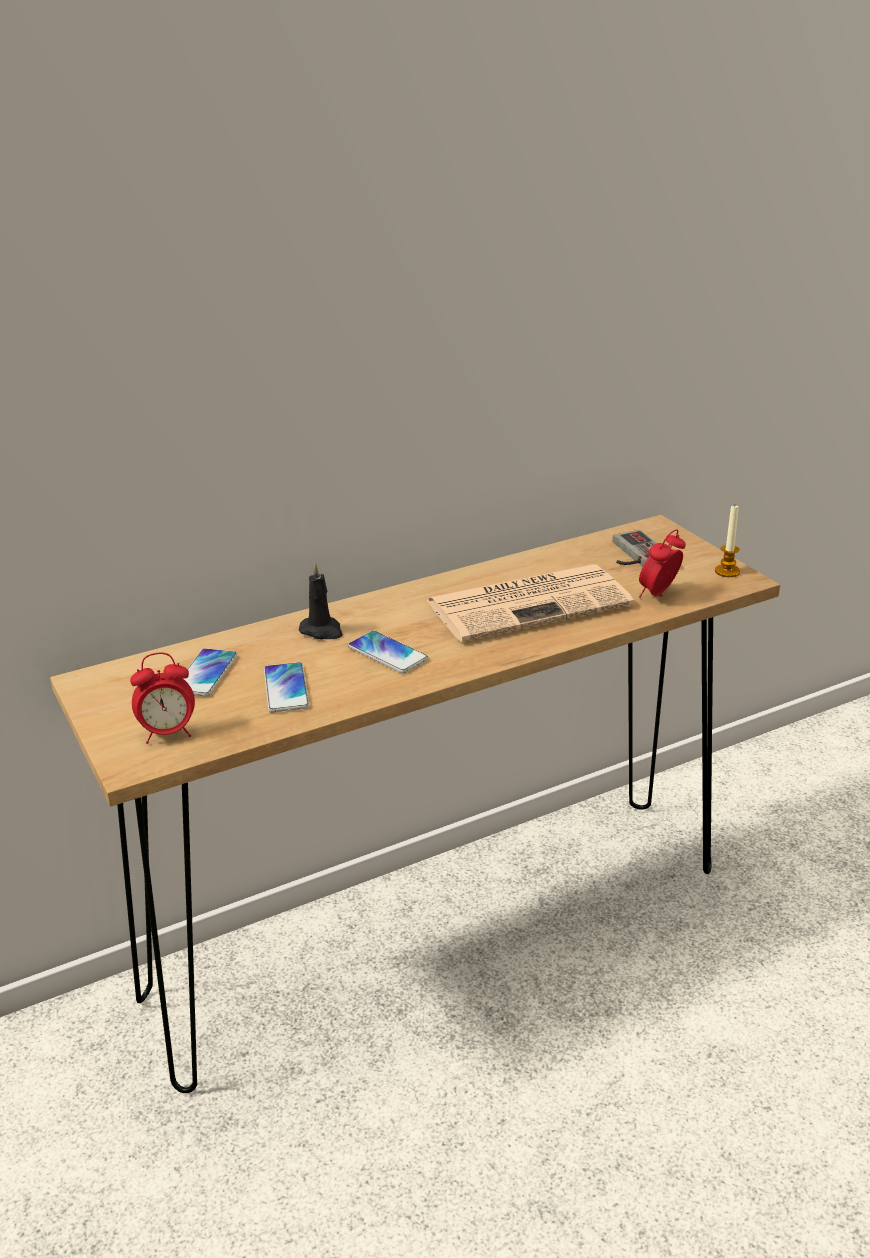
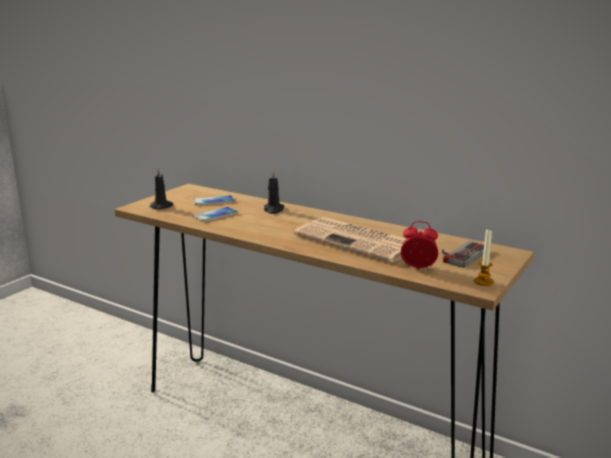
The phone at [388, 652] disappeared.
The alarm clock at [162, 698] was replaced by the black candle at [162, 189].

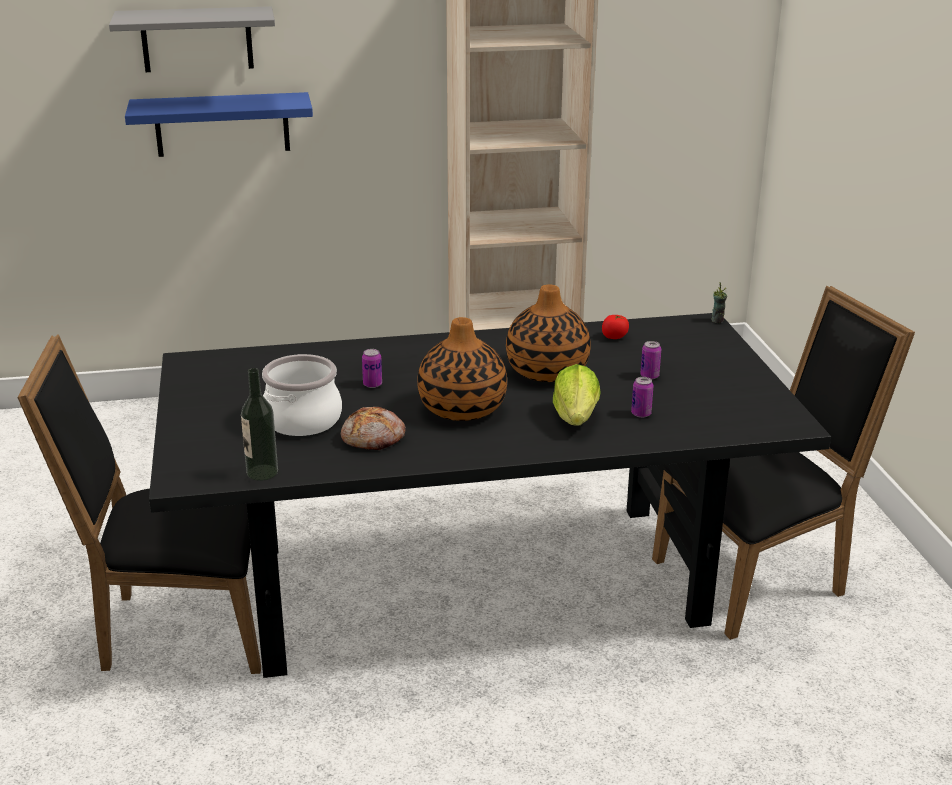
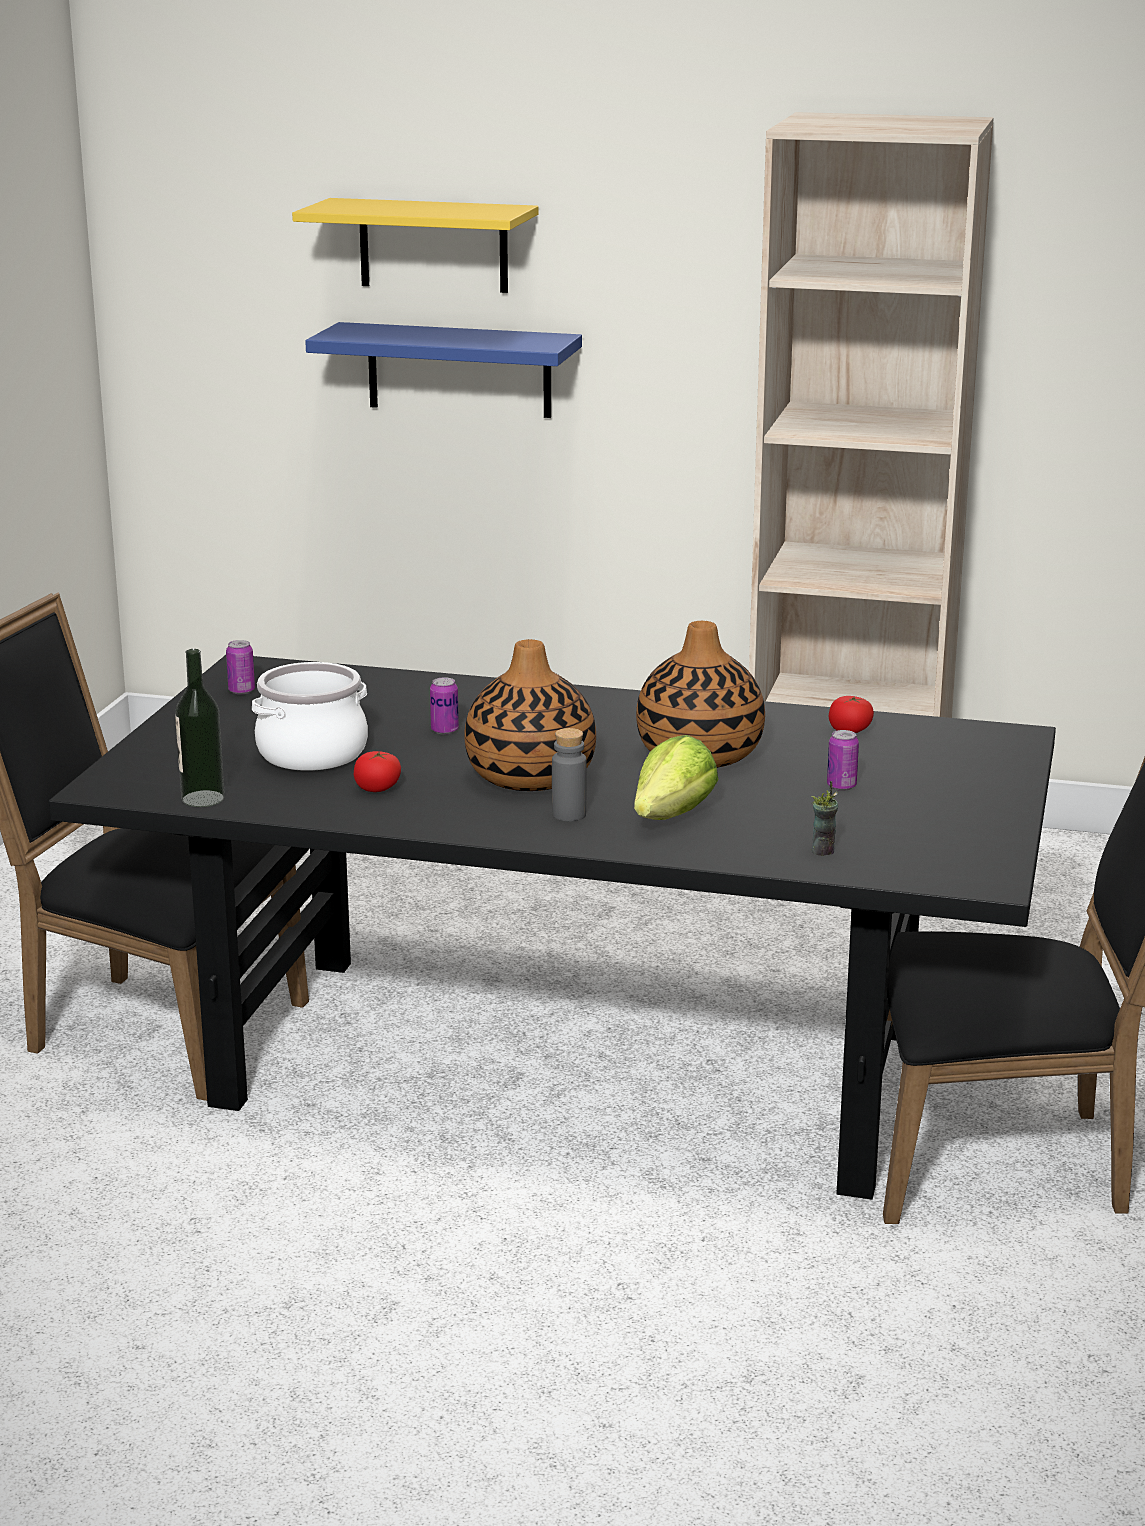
The grey shelf at [192, 39] became the yellow shelf at [415, 245].
The cup moved from [719, 302] to [824, 818].
The can moved from [642, 397] to [240, 667].
The bread at [373, 428] was replaced by the tomato at [377, 771].
The grey bottle at [569, 774] appeared.

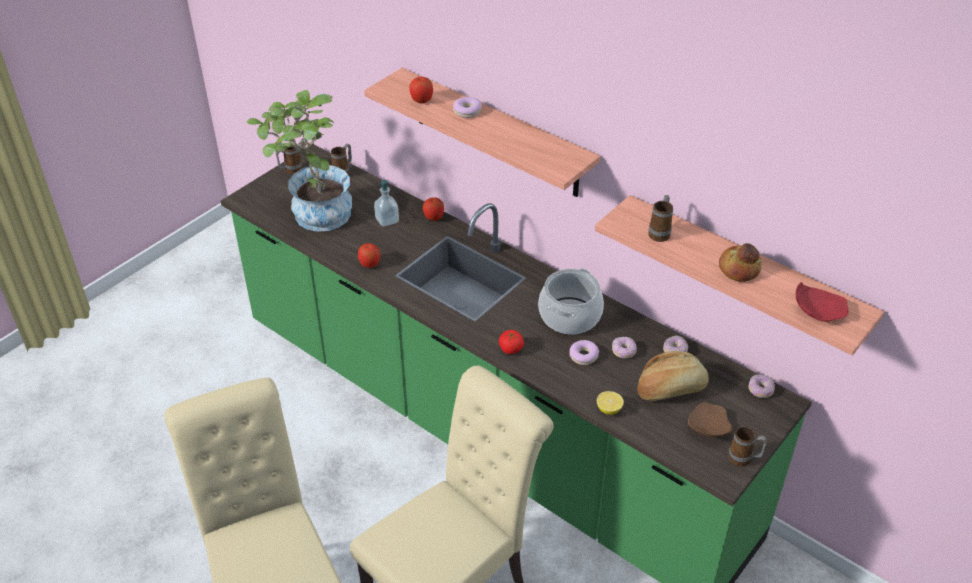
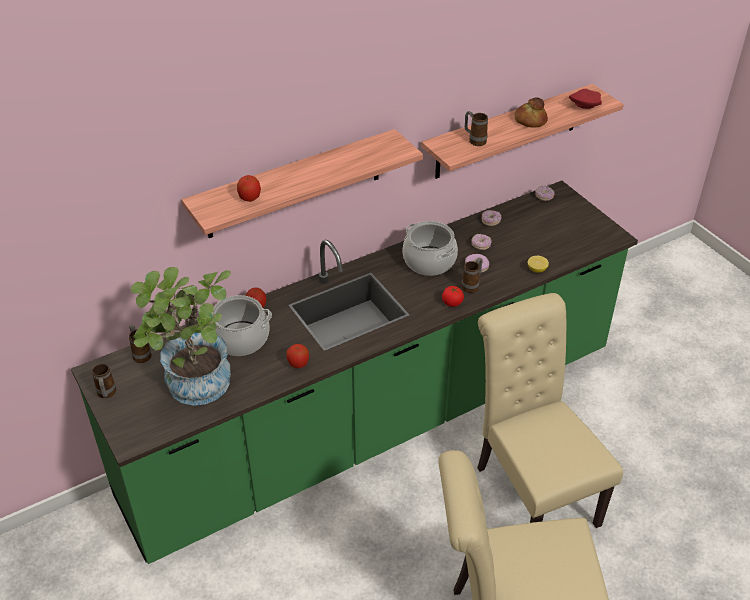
The donut at [467, 107] disappeared.
The soap dispenser at [386, 203] was replaced by the cooking pot at [242, 325].
The bread at [673, 376] disappeared.
The brown plate at [710, 419] disappeared.
The mug moved from [747, 446] to [472, 275].

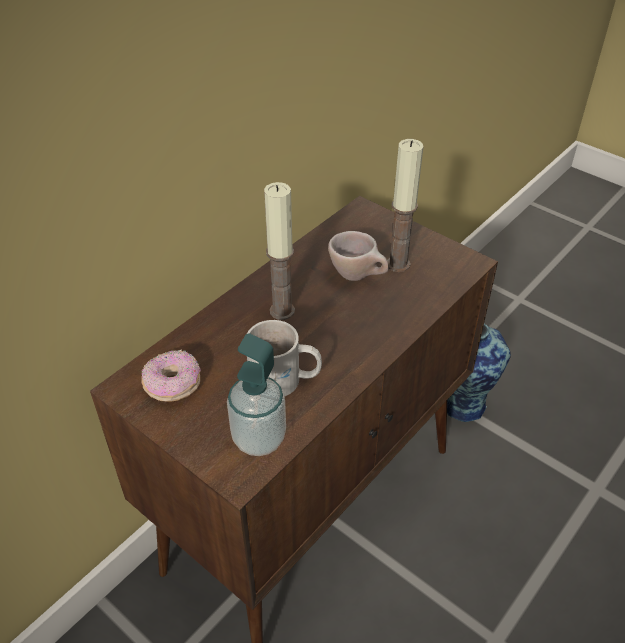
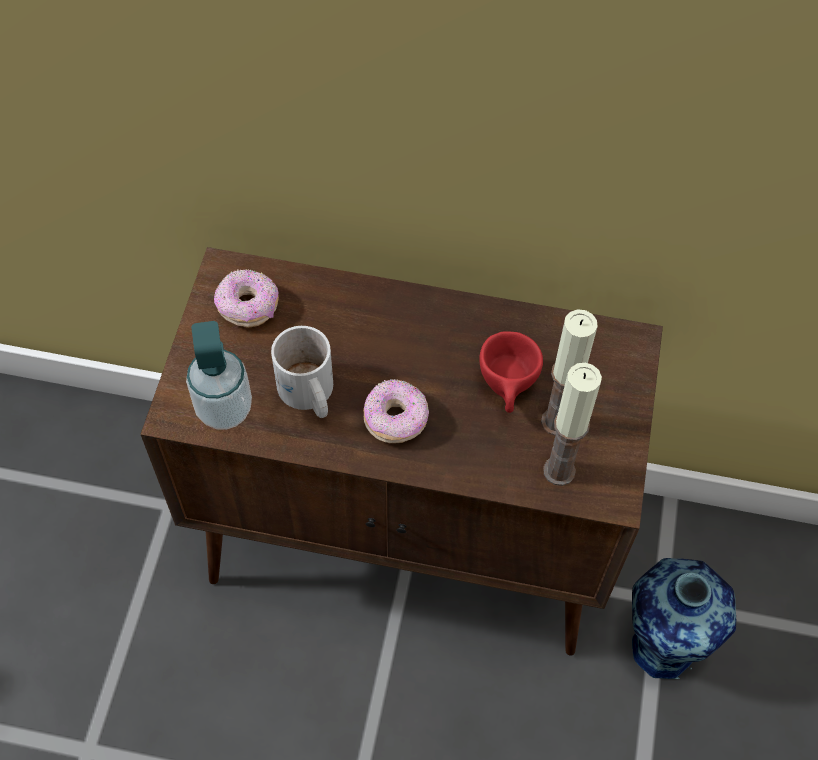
The candle moved from [279, 251] to [572, 424].
The beige cup at [358, 256] became the red cup at [511, 372].
The donut at [396, 411] appeared.

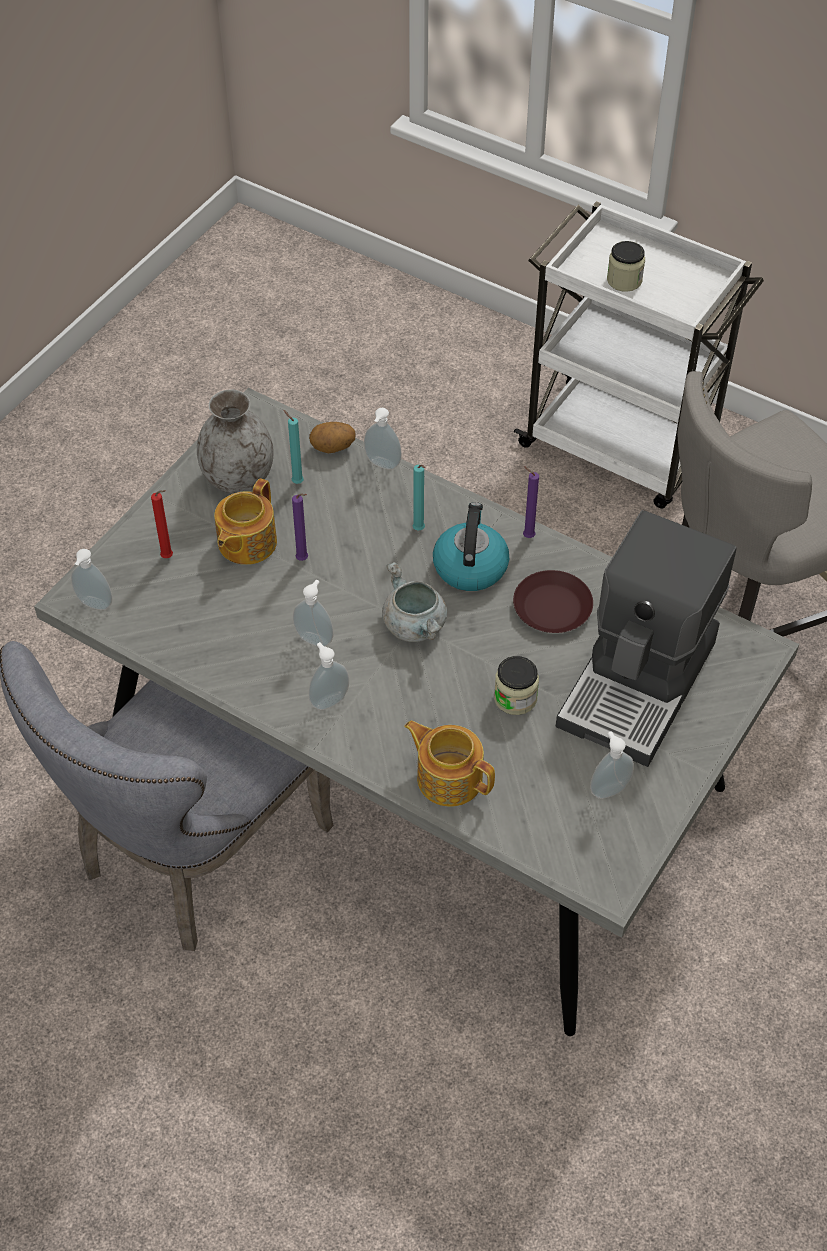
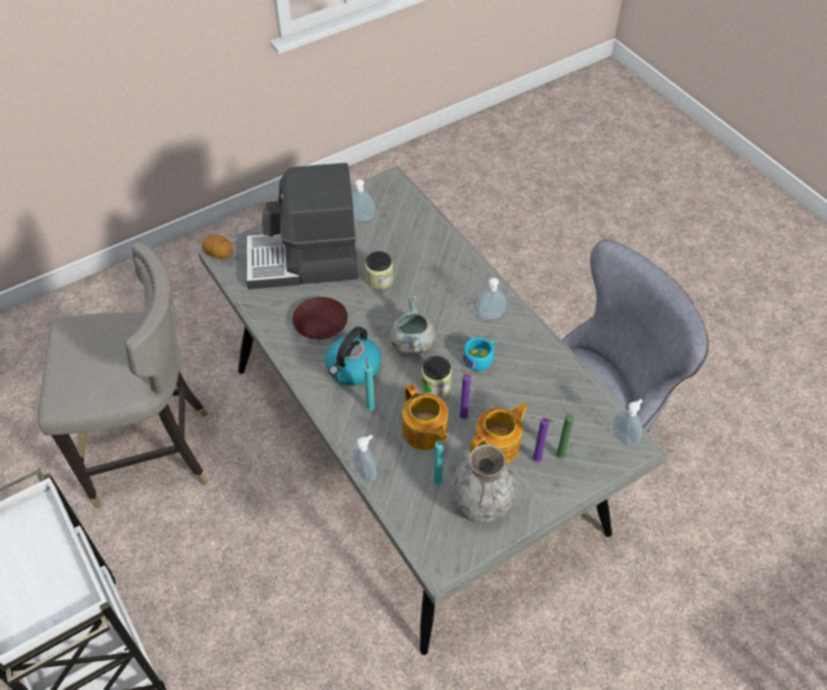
The jar moved from [626, 266] to [436, 376].
The potato moved from [332, 437] to [217, 247].
The purple candle moved from [531, 502] to [542, 440].
The red candle at [162, 524] became the green candle at [565, 434].
The coffee machine at [646, 638] turned 150 degrees counterclockwise.
The soap dispenser at [313, 613] was replaced by the turquoise cup at [479, 354].
The teapot moved from [449, 764] to [425, 417].

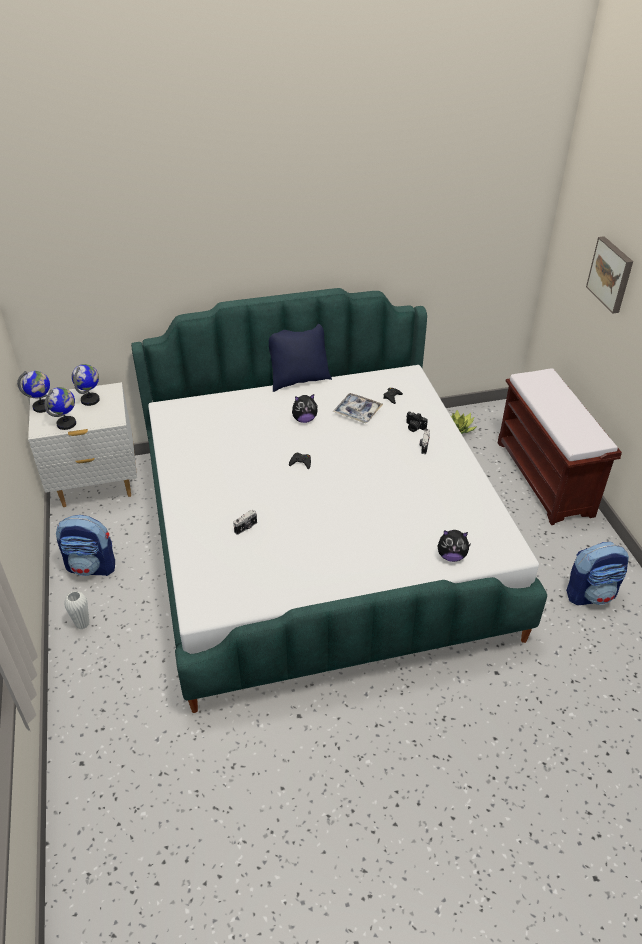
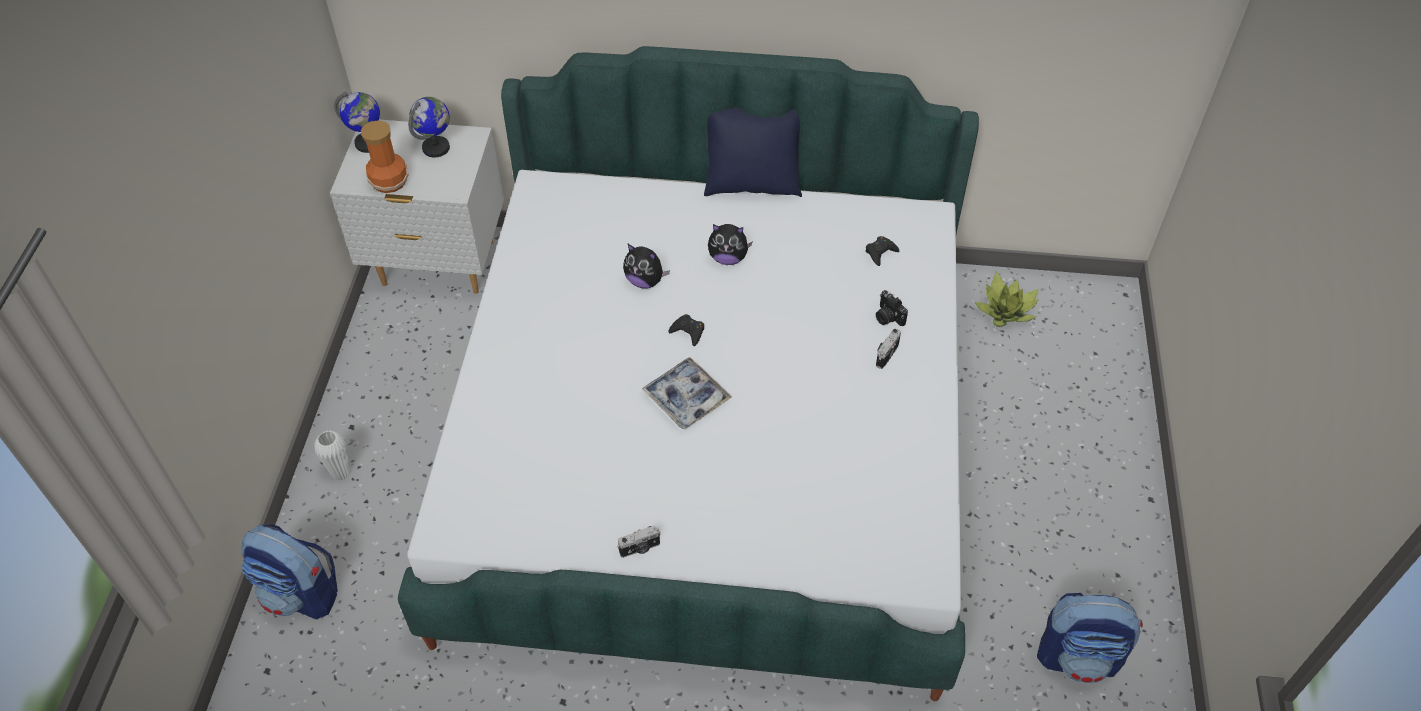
The picture at [609, 274] disappeared.
The brown bench at [560, 446] disappeared.
The globe at [60, 408] was replaced by the vase at [385, 156].
The tray moved from [358, 408] to [686, 393].
The photo camera moved from [245, 522] to [639, 541].
The backpack moved from [85, 545] to [290, 571].
The plush toy moved from [454, 546] to [646, 266].

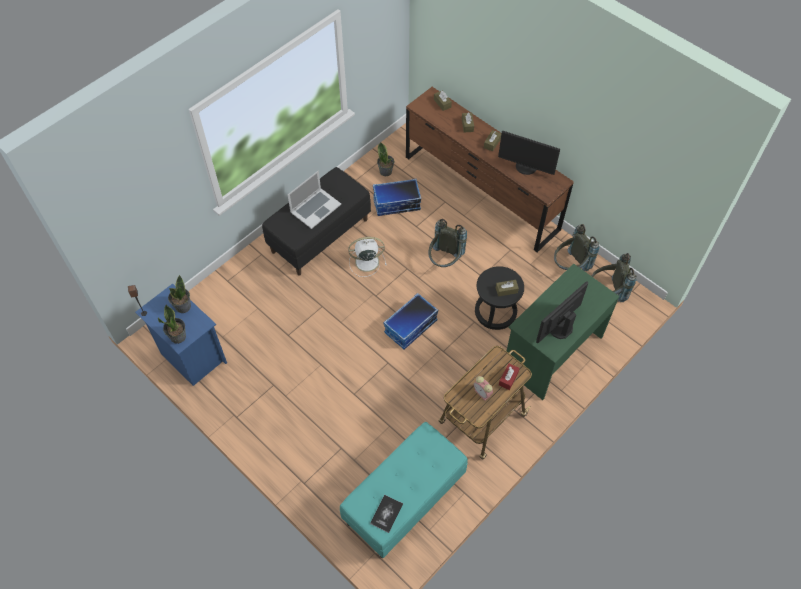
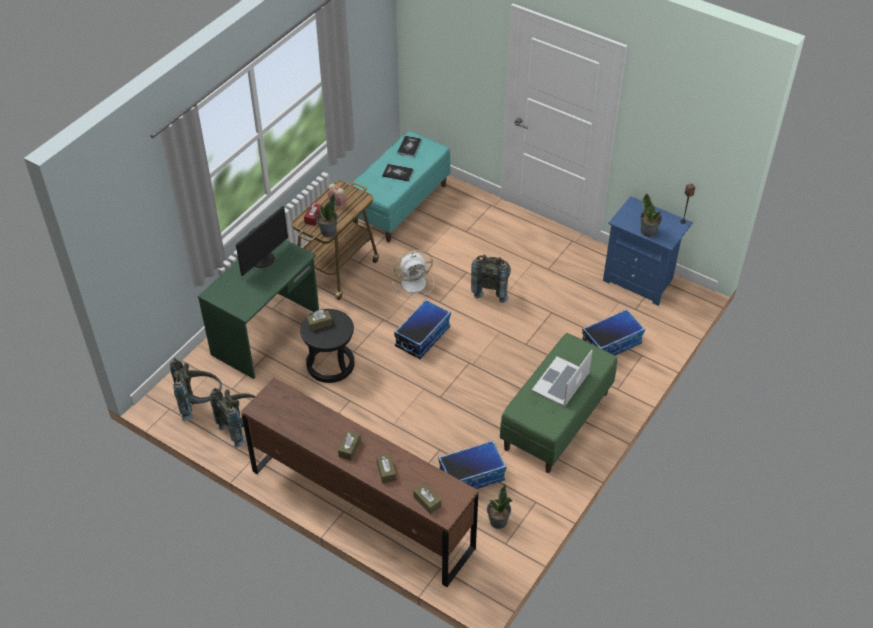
The monitor at [529, 153] disappeared.
The black bench at [316, 221] became the green bench at [558, 403].
The grey backpack moved from [447, 243] to [491, 279].
The white fan moved from [367, 257] to [413, 273].
The potted plant moved from [172, 324] to [327, 215].
The book at [398, 172] appeared.
The storage box at [613, 332] appeared.

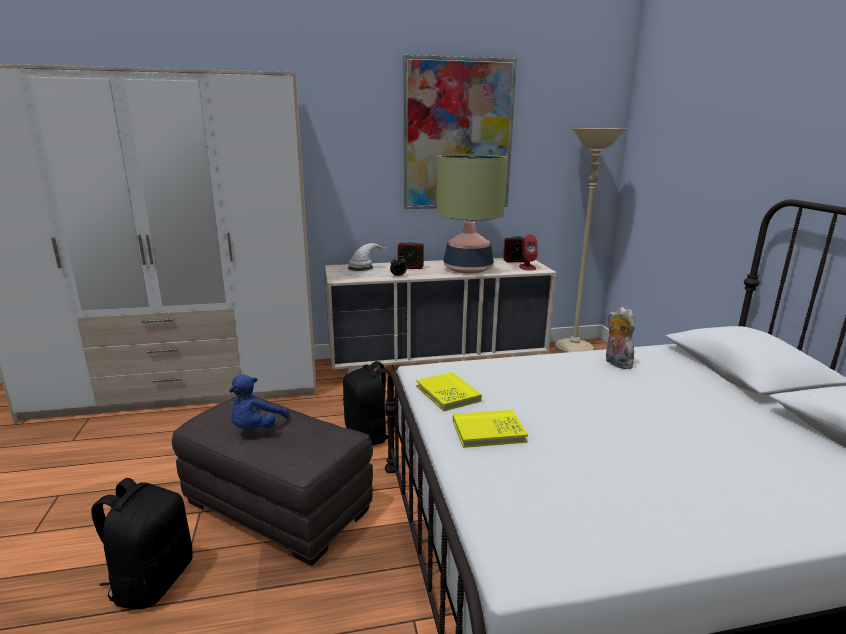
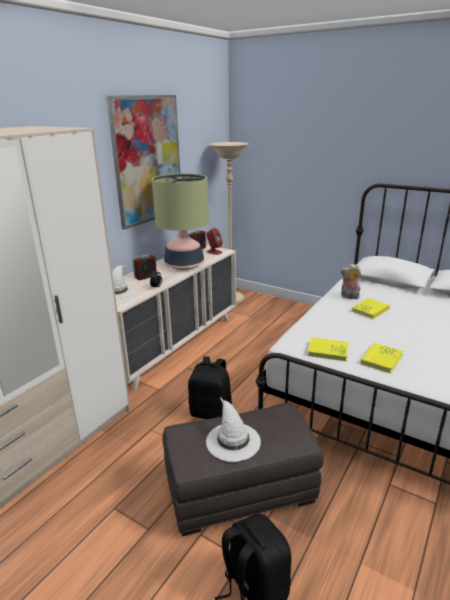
The blue plush toy at [259, 401] was replaced by the white hat at [233, 430].
The yellow book at [370, 308] appeared.

